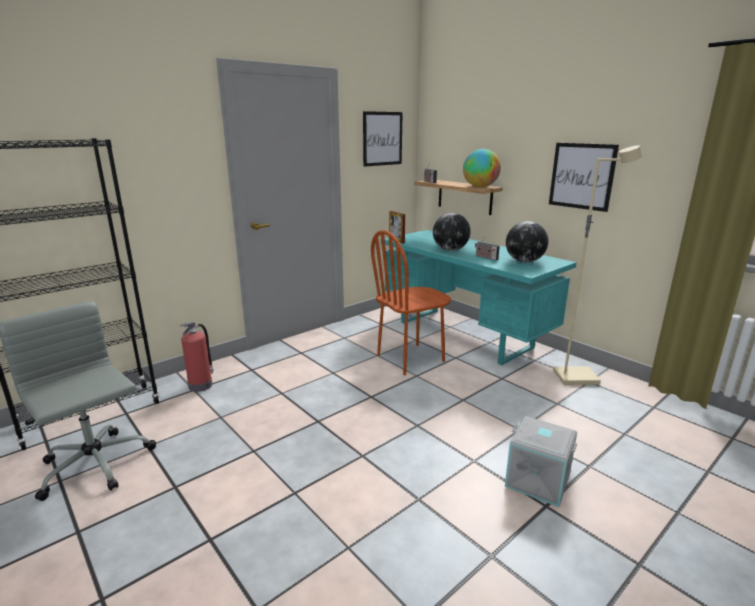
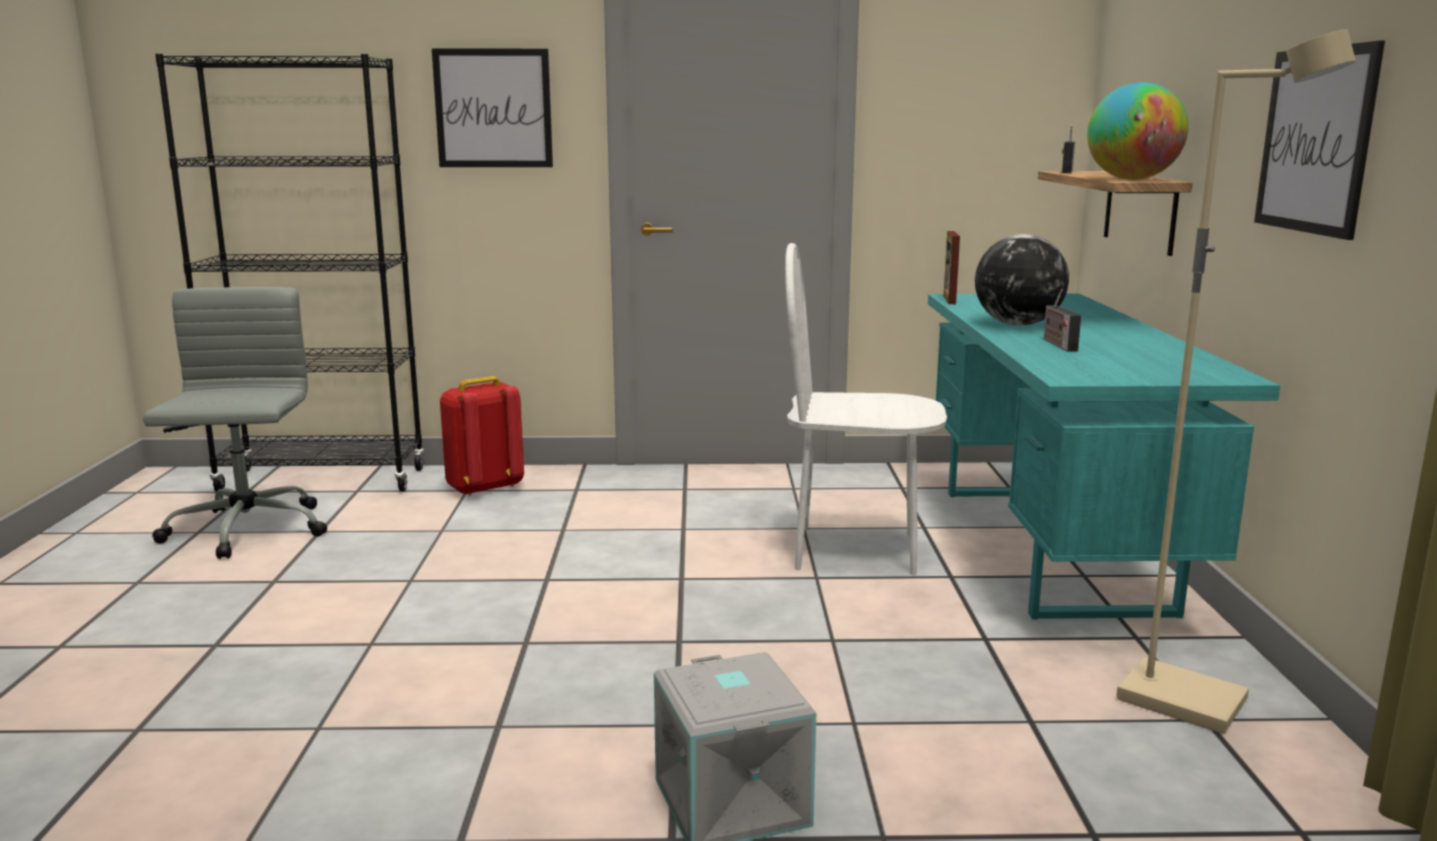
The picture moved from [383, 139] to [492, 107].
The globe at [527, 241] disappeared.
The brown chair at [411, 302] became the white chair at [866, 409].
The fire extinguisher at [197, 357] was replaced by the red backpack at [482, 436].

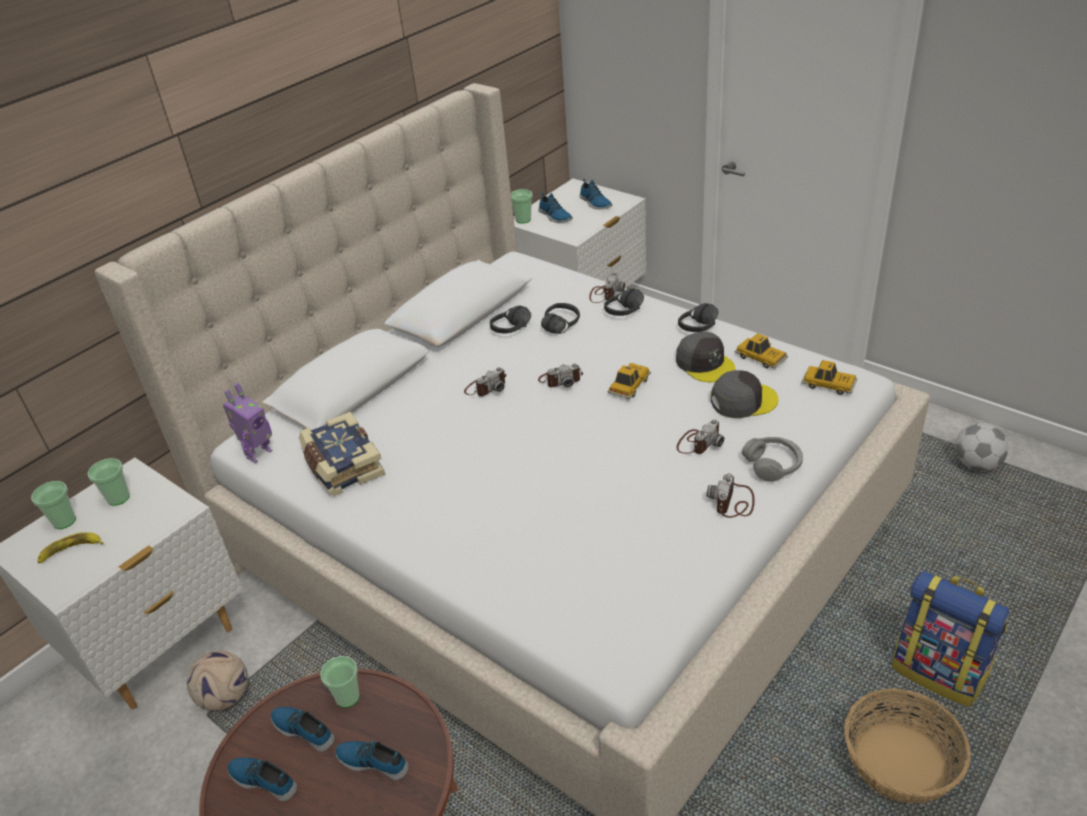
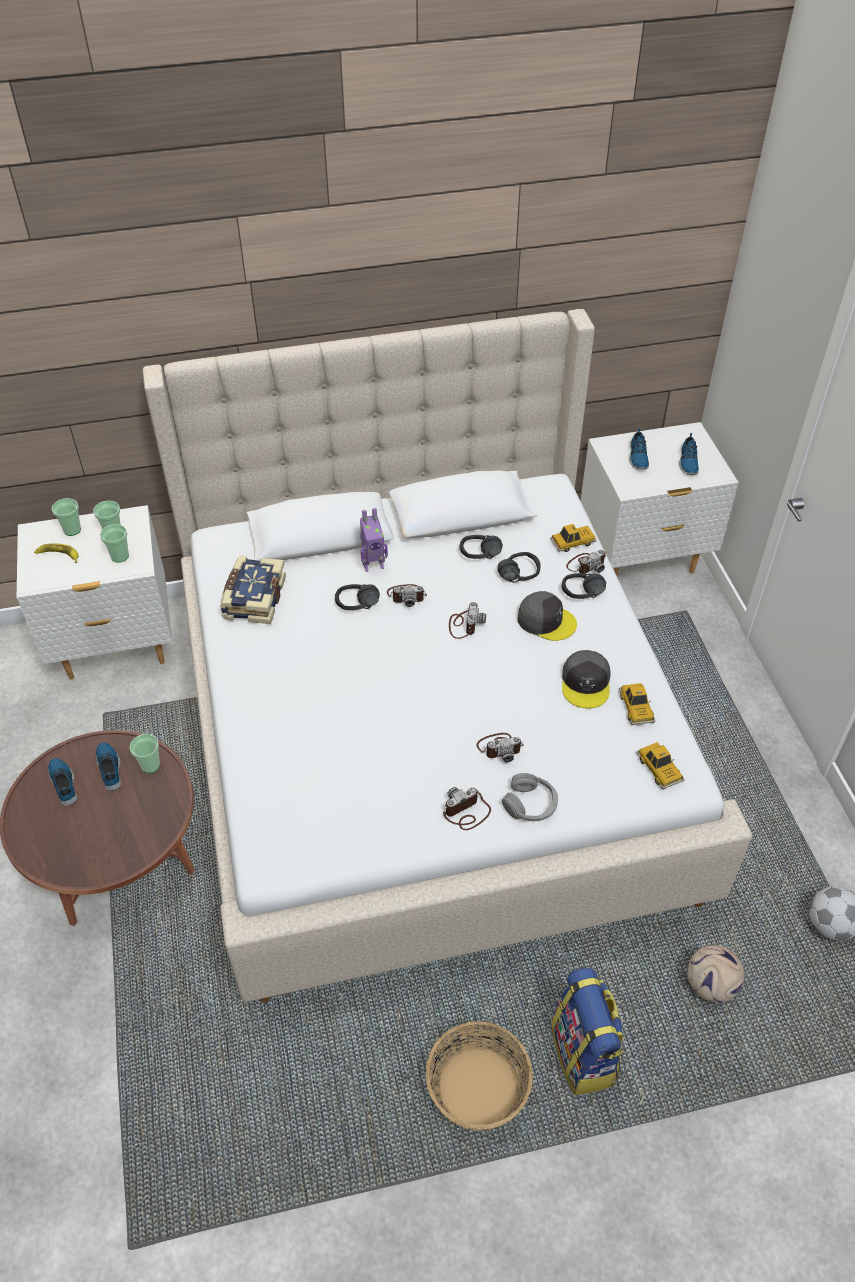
The cup moved from [522, 206] to [114, 543].
The black headphones moved from [698, 317] to [357, 597].
The photo camera at [560, 375] turned 105 degrees counterclockwise.
The toy car moved from [629, 381] to [573, 538].
The grey cap moved from [745, 394] to [547, 616].
The toy robot moved from [248, 423] to [374, 540].
The football moved from [217, 681] to [715, 974].
The shoe at [372, 760] disappeared.

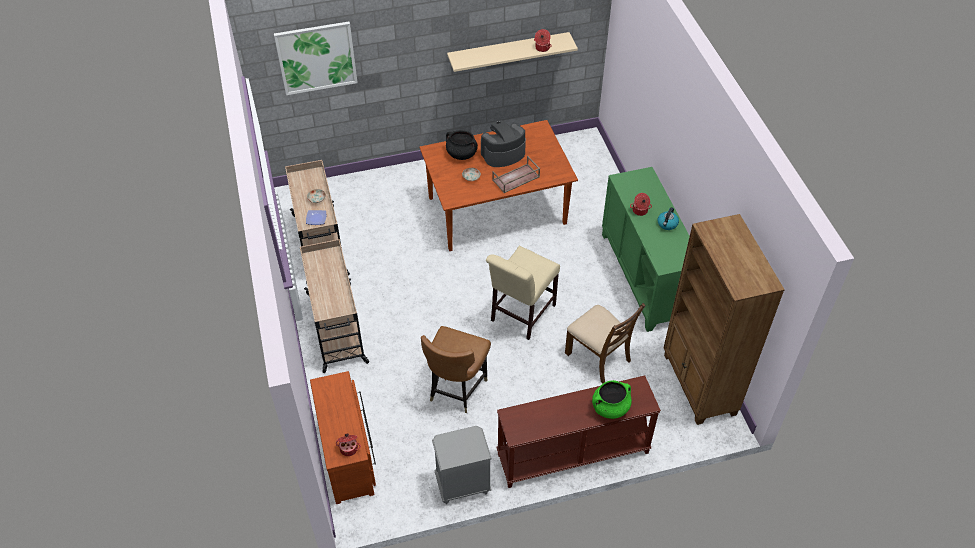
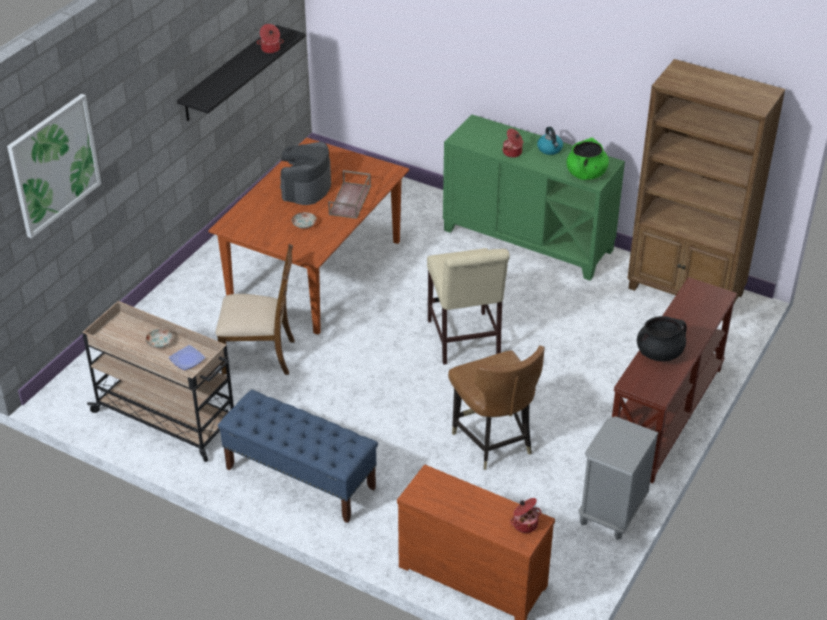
The beige shelf at [512, 52] became the black shelf at [241, 73].
The black cooking pot moved from [462, 145] to [662, 339].
The beige cart at [334, 306] was replaced by the blue bench at [298, 456].
The brown chair moved from [605, 343] to [255, 309].
The green cooking pot moved from [612, 399] to [587, 159].

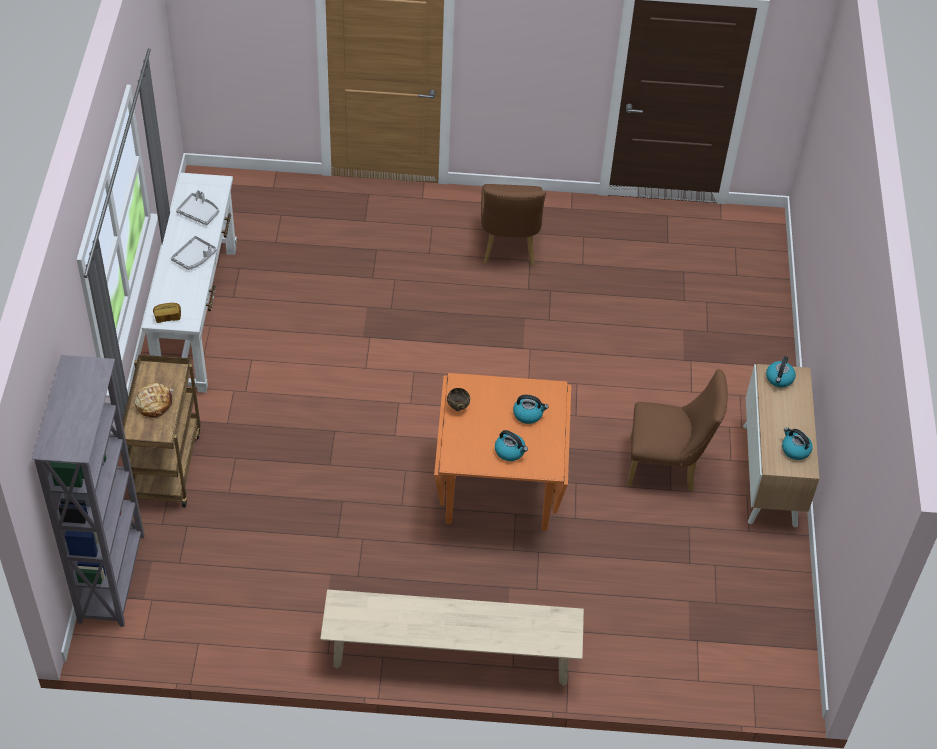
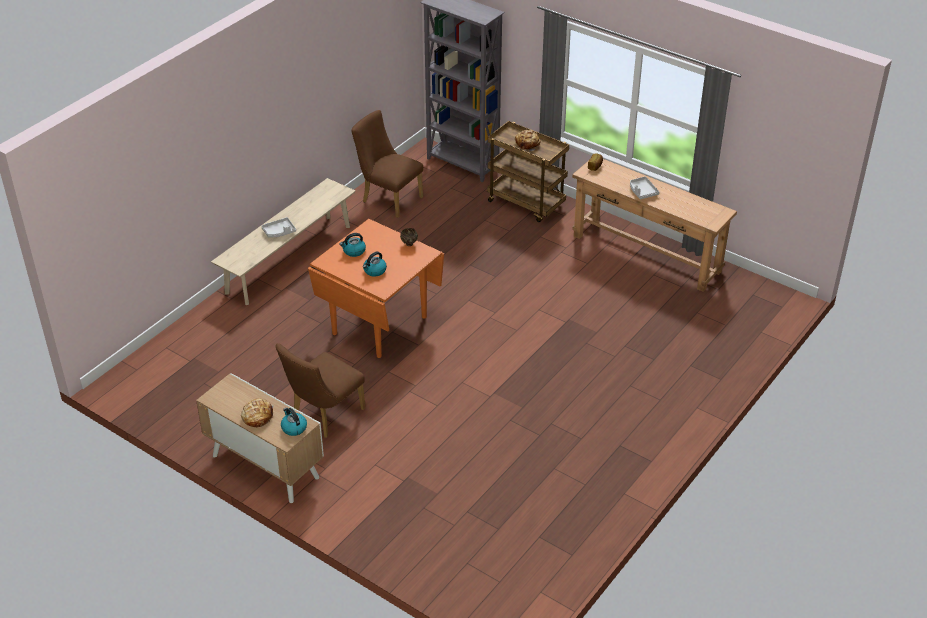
The white console table at [189, 283] became the brown console table at [654, 225].
The brown chair moved from [513, 225] to [387, 164].
The grey tray moved from [197, 208] to [278, 227].
The kettle at [797, 443] disappeared.
The bread at [257, 412] appeared.

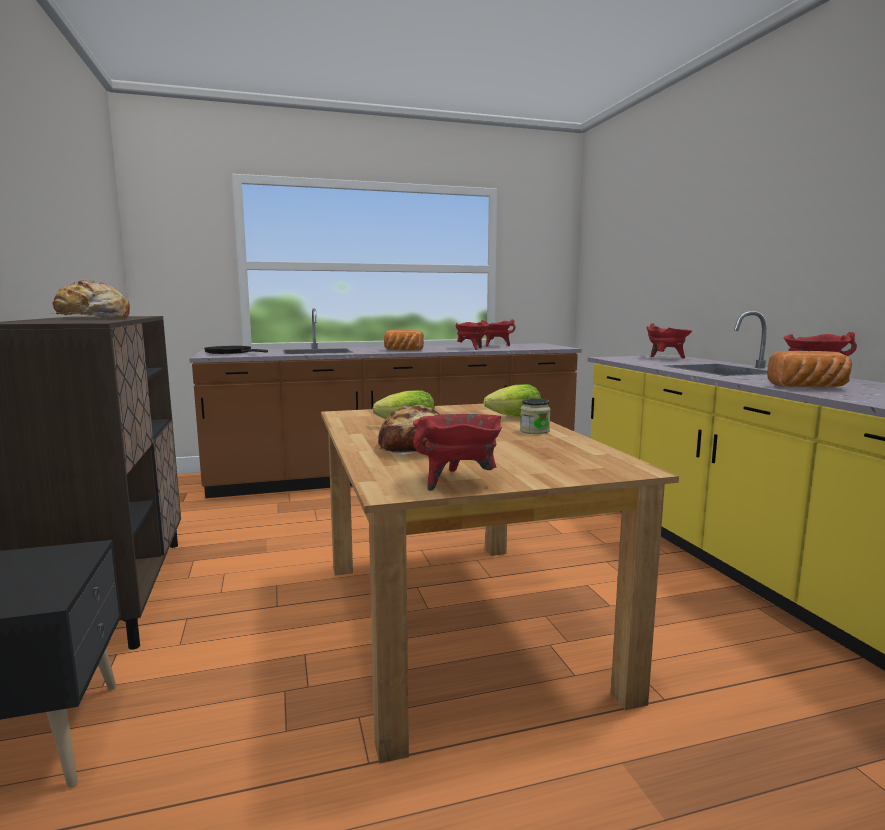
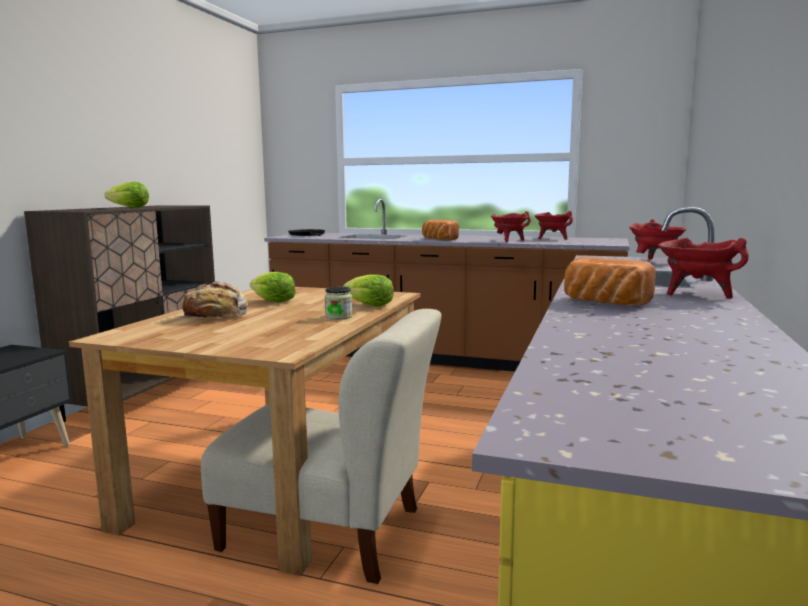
The bread at [90, 299] was replaced by the lettuce at [127, 195].
The red cooking pot at [457, 452] disappeared.
The beige chair at [321, 446] appeared.

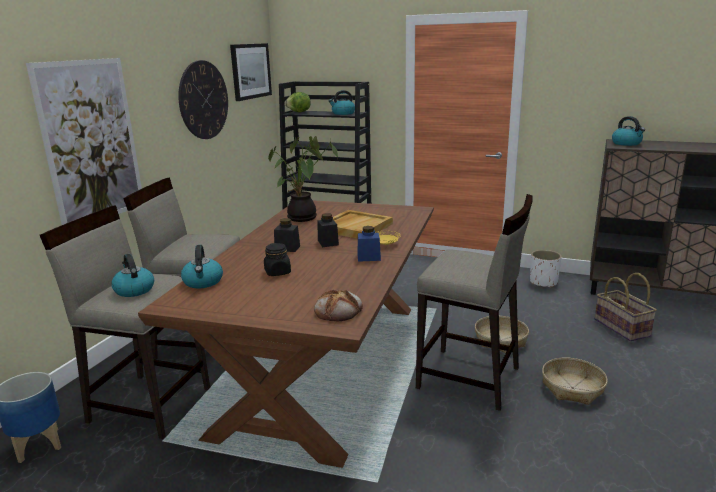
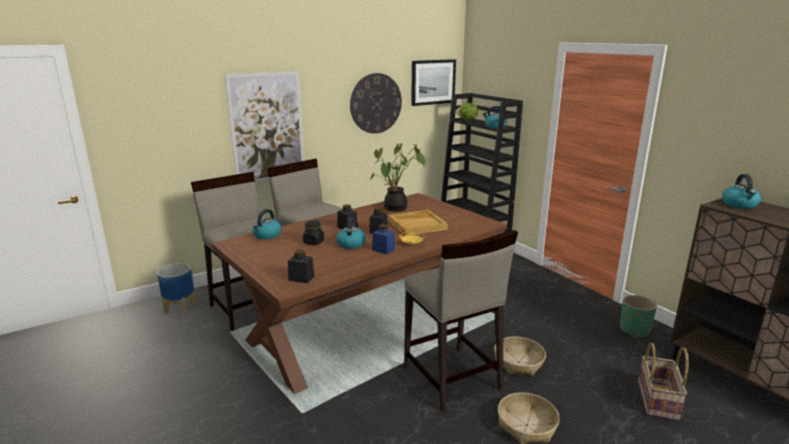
The white planter at [546, 269] became the green planter at [638, 316].
The kettle moved from [132, 275] to [351, 233].
The bread at [338, 305] was replaced by the black jar at [301, 266].

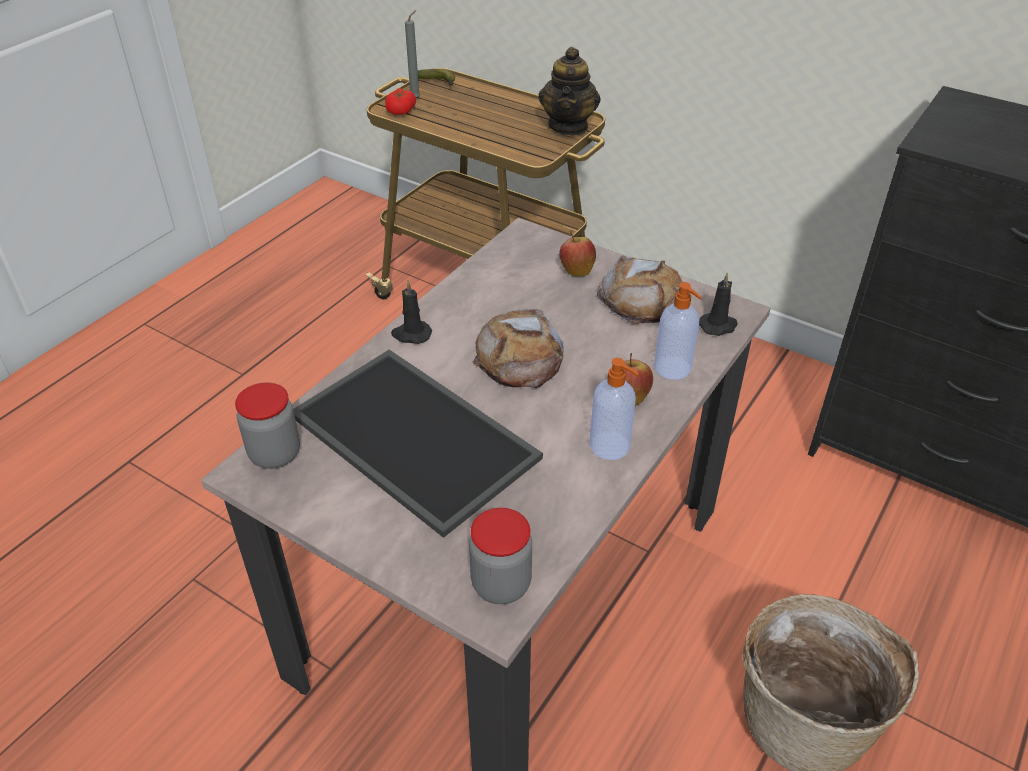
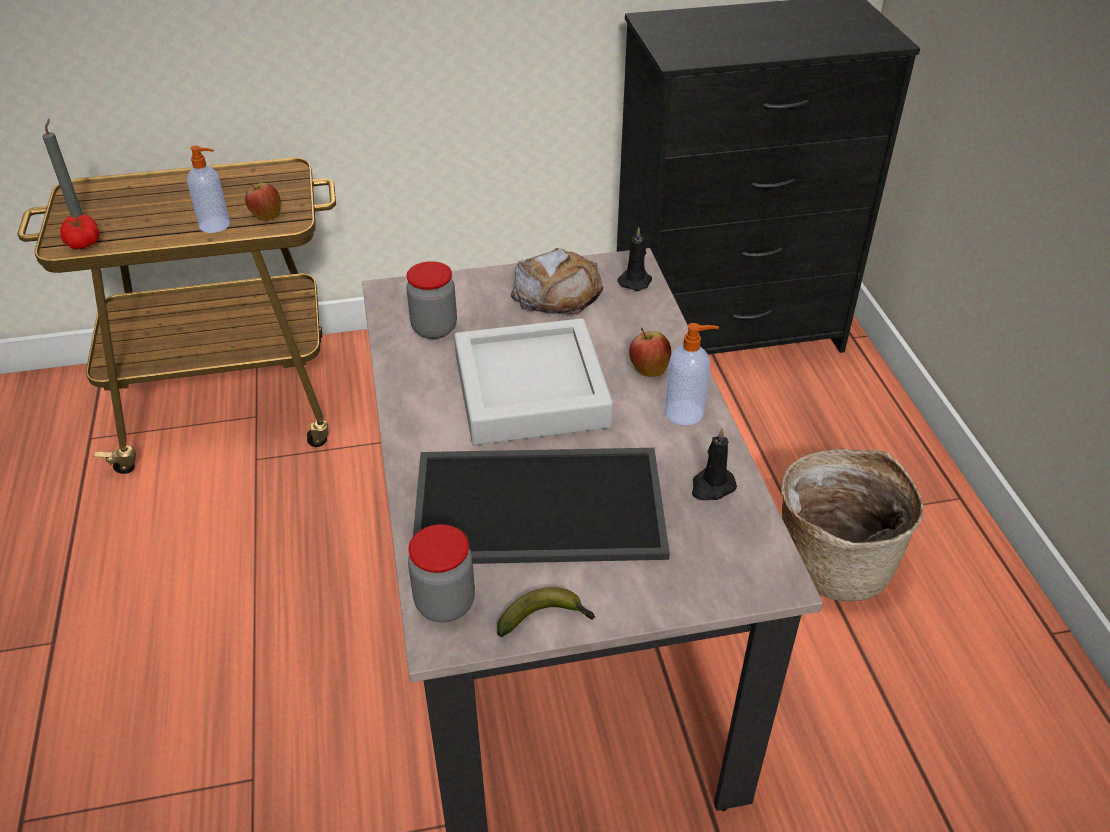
The teapot at [569, 91] disappeared.
The banana moved from [436, 77] to [546, 612].
The apple moved from [577, 254] to [263, 201].
The black candle moved from [411, 312] to [714, 464].
The soap dispenser moved from [678, 331] to [208, 189].
The bread at [518, 348] was replaced by the grey tray at [533, 381].
The jar moved from [500, 556] to [431, 300].

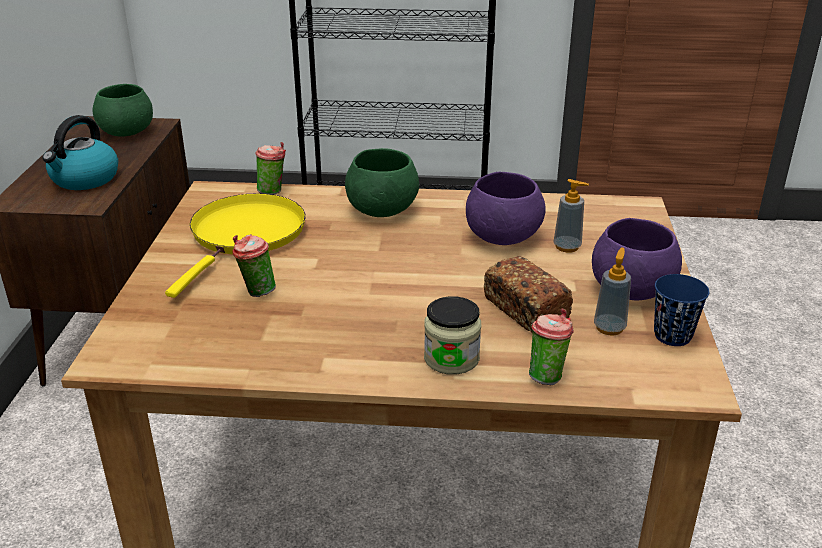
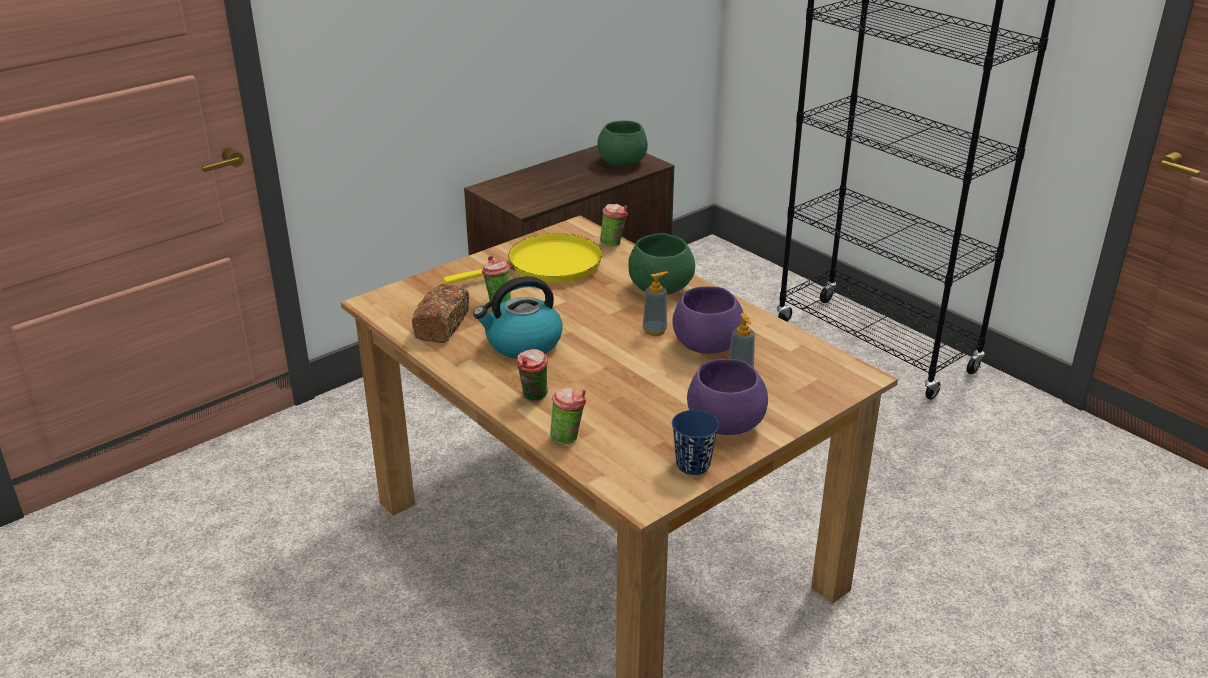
The kettle moved from [80, 152] to [518, 317].
The soap dispenser moved from [612, 291] to [655, 304].
The bread moved from [528, 294] to [440, 313].
The jar at [452, 335] was replaced by the cup at [532, 375].

